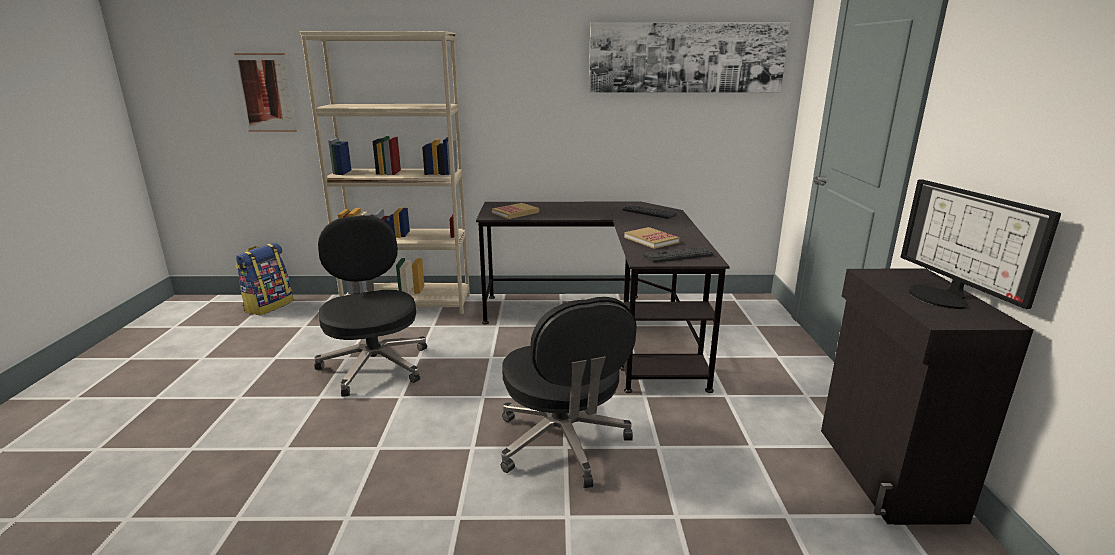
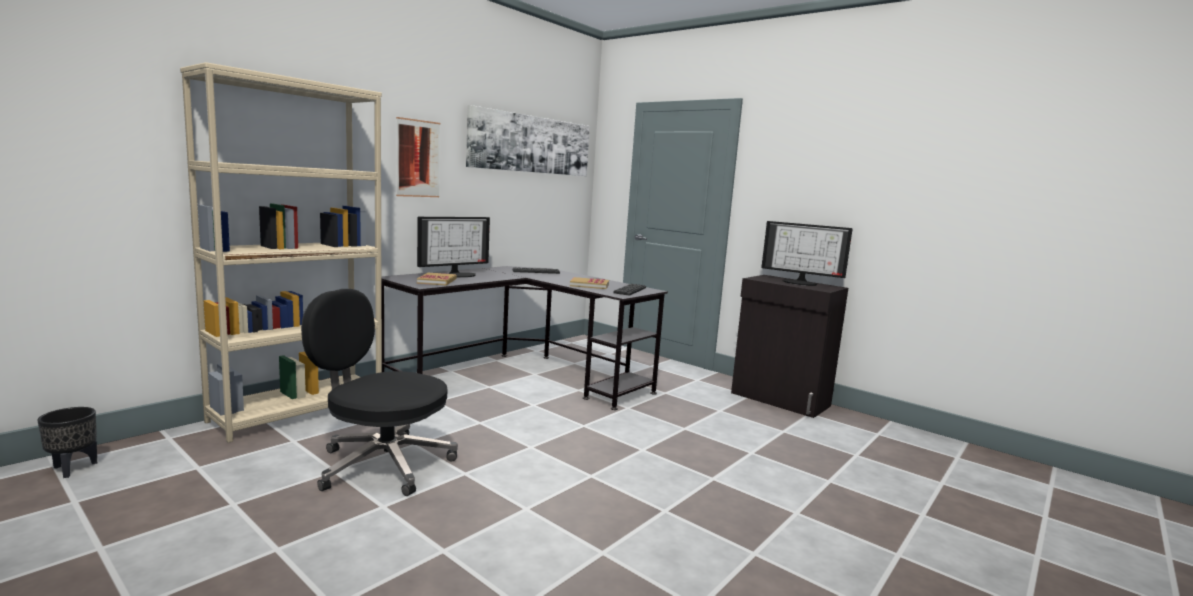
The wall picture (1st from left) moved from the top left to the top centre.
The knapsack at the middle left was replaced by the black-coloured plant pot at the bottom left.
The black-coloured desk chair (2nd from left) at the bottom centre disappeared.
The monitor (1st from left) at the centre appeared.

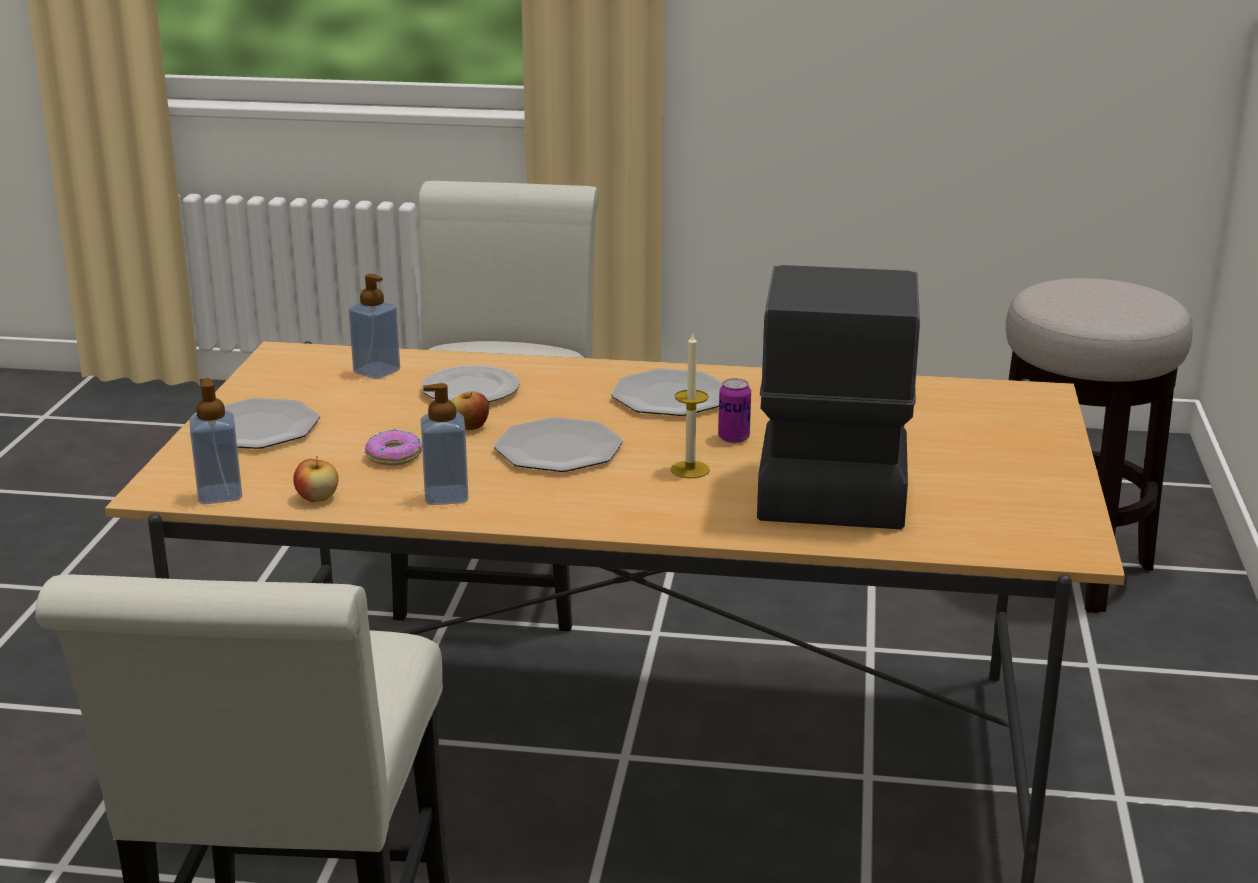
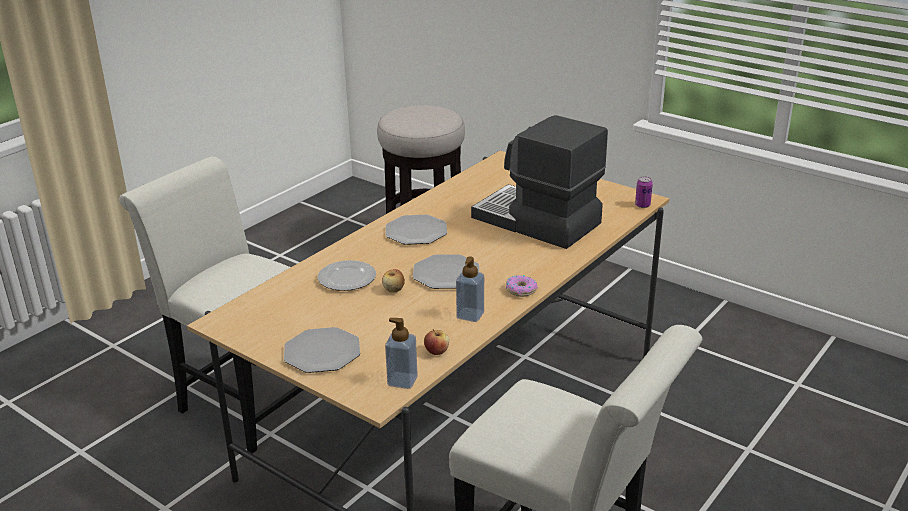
The liquid soap bottle (2nd from left) at the middle left disappeared.
The candle at the centre disappeared.
The sealed can moved from the centre to the middle right.
The doughnut moved from the middle left to the centre.

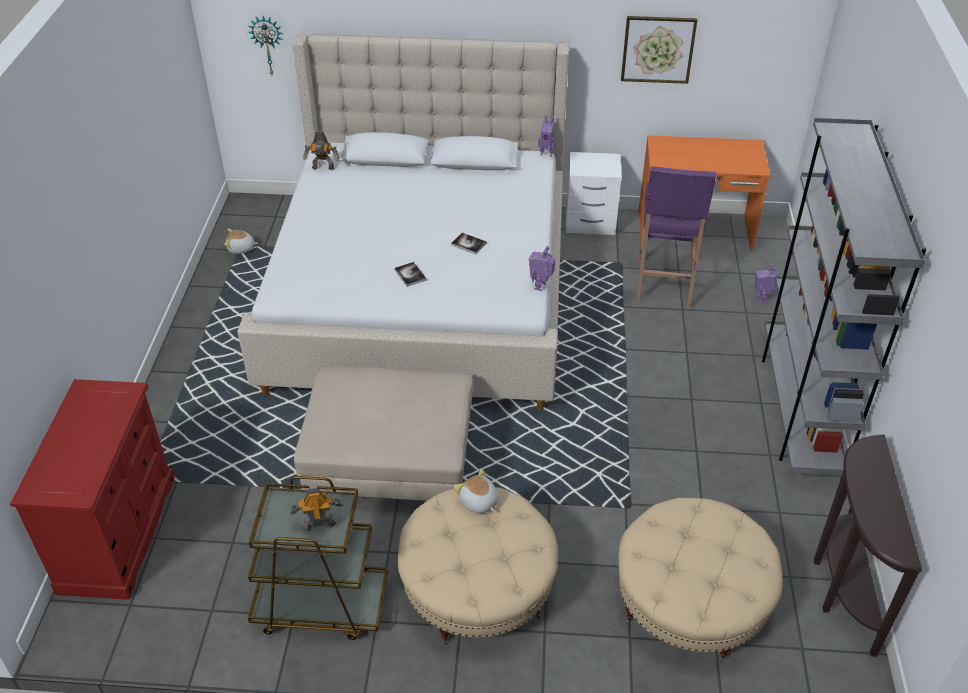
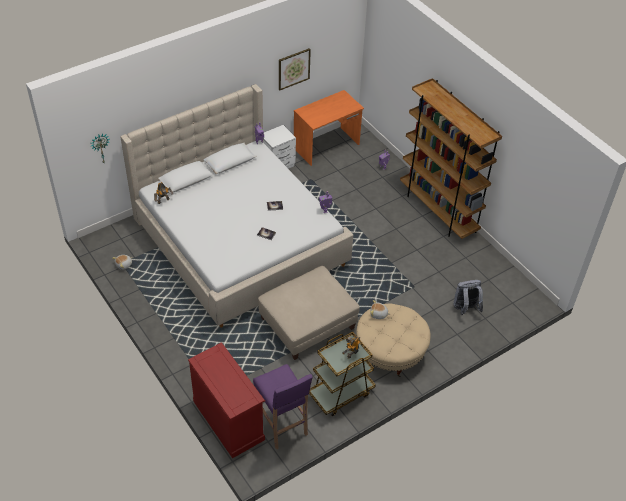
The grey bookcase at the middle right became the brown bookcase at the top right.
The purple stool moved from the middle right to the bottom centre.
The brown hall table at the bottom right disappeared.
The sand-coloured footrest (3rd from left) at the bottom right was replaced by the grey knapsack at the middle right.

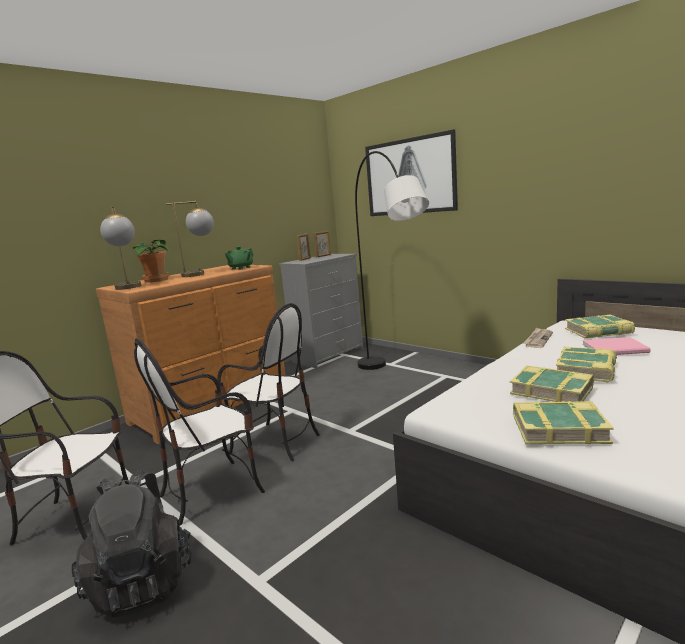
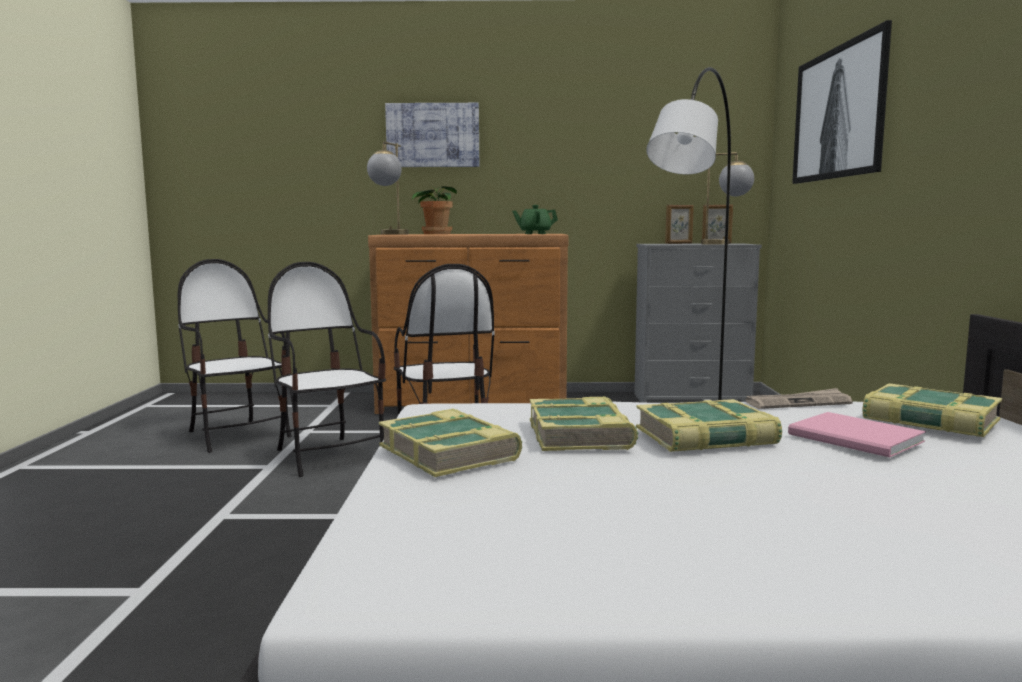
The tabletop lamp (2nd from left) moved from the middle left to the top right.
The upright chair (2nd from left) at the bottom left turned 45 degrees clockwise.
The black-coloured knapsack at the bottom left disappeared.
The wall picture (1st from left) at the top centre appeared.

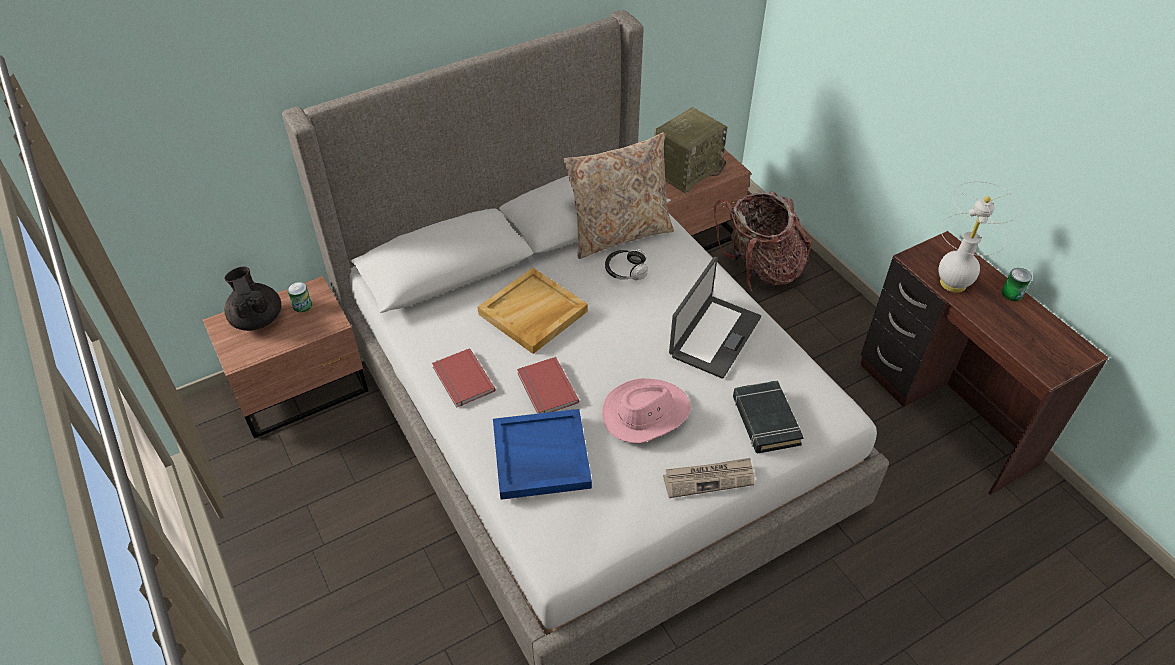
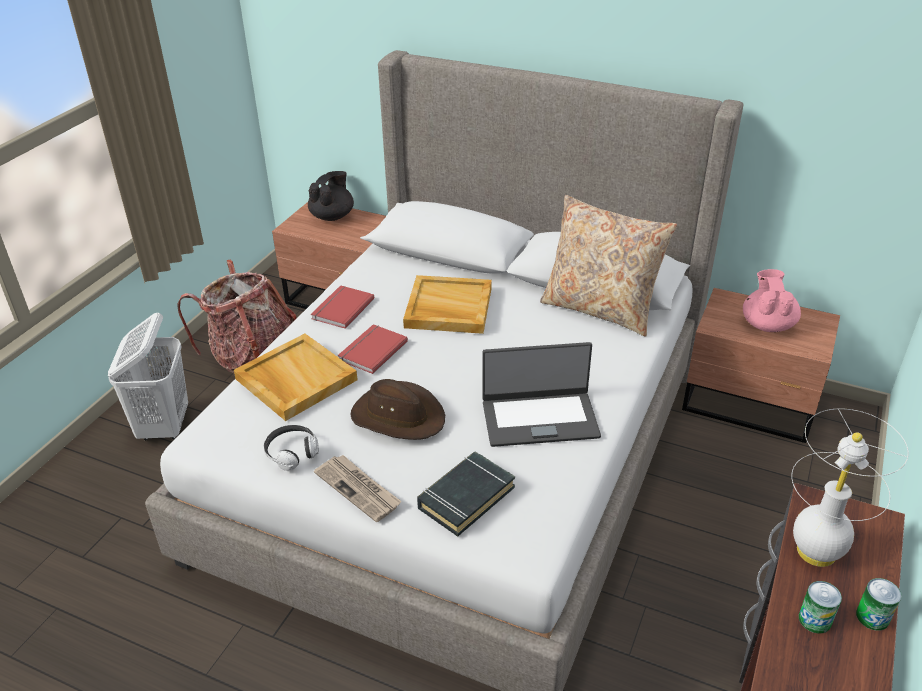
The radio receiver at the top centre was replaced by the pink-coloured pot for tea at the middle right.
The knapsack moved from the centre to the middle left.
The headset moved from the centre to the middle left.
The sealed can (1st from left) moved from the middle left to the bottom right.
The pink-coloured hat at the centre became the brown hat at the centre.
The bluish serving tray at the bottom centre became the sand-coloured serving tray (1st from left) at the middle left.
The whitish laundry basket at the middle left appeared.

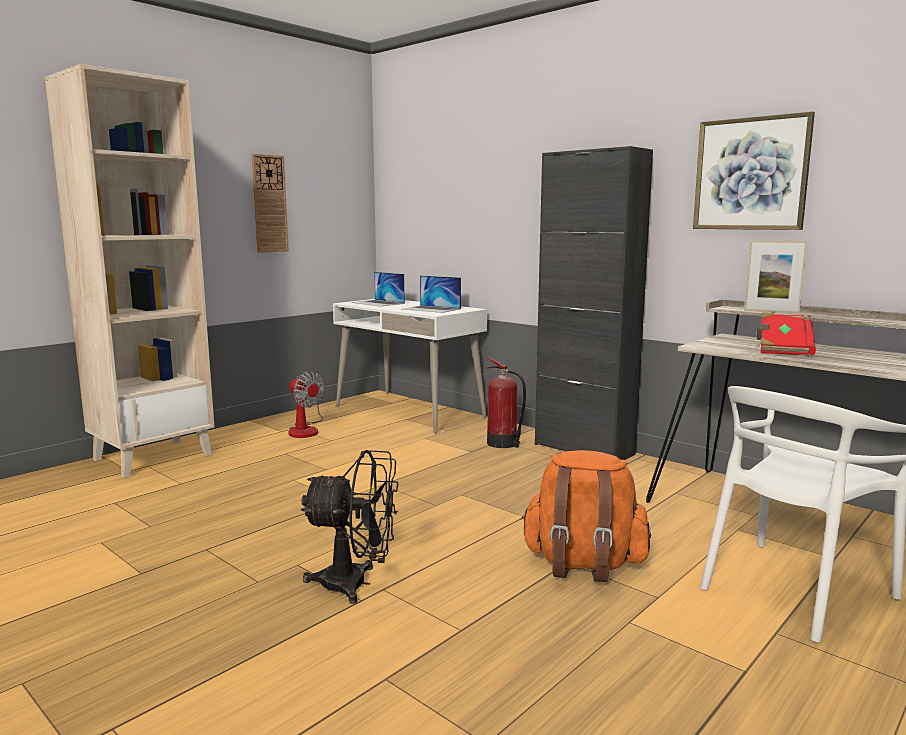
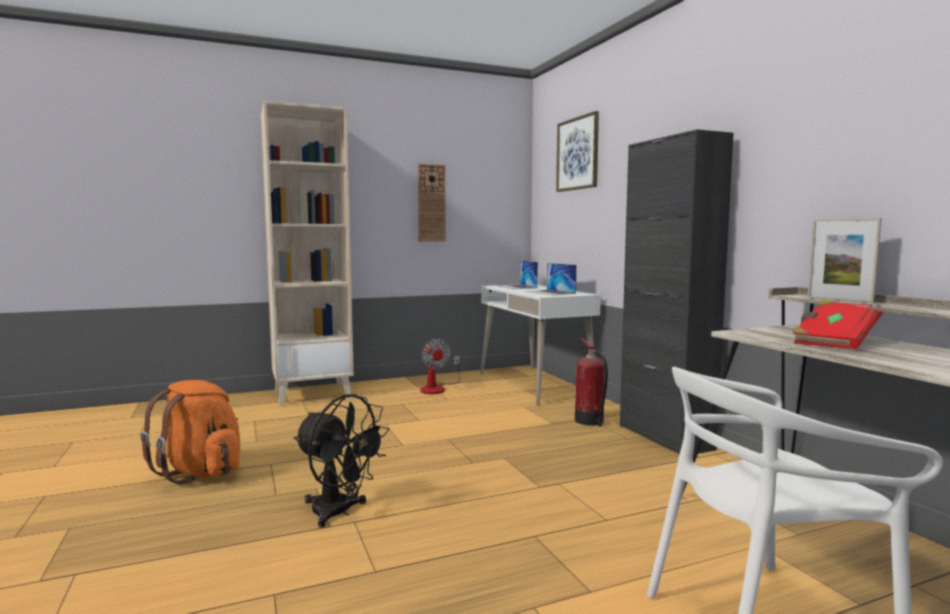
The wall picture moved from the top right to the top centre.
The orangey knapsack moved from the bottom centre to the bottom left.

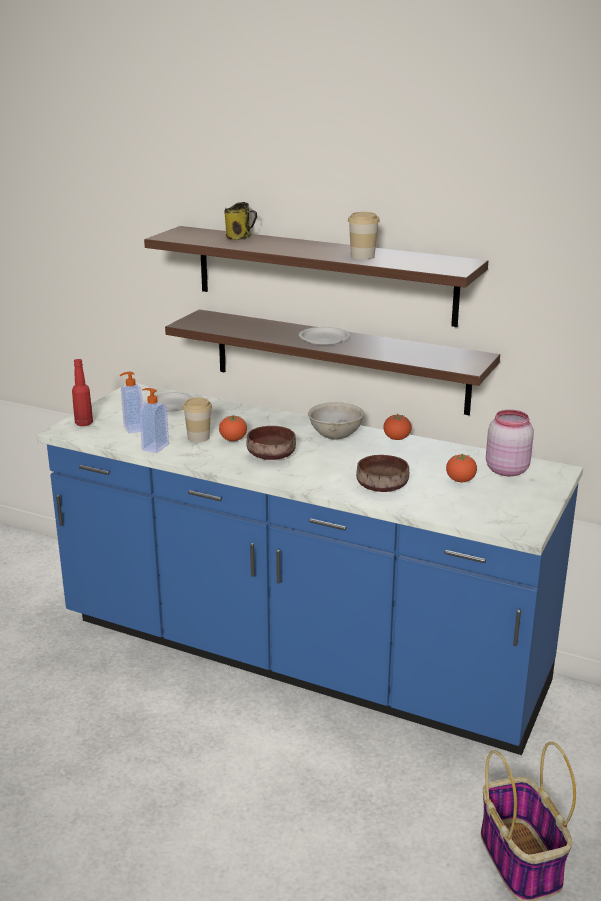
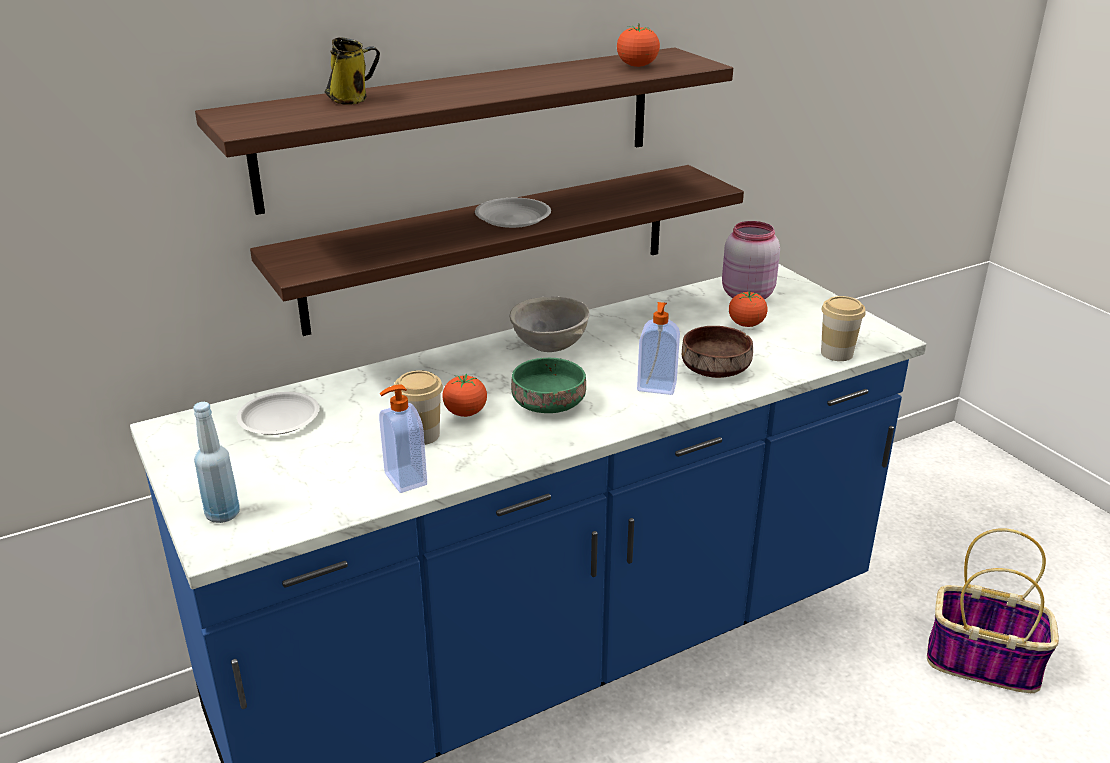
The small cup (2nd from left) moved from the top centre to the middle right.
The reddish beverage bottle at the middle left became the bluish beverage bottle at the middle left.
The liquid soap bottle (1st from left in the first image) moved from the middle left to the centre.
The whole tomato (2nd from left) moved from the centre to the top centre.
The brown deep dish (1st from left) at the centre became the green deep dish at the centre.

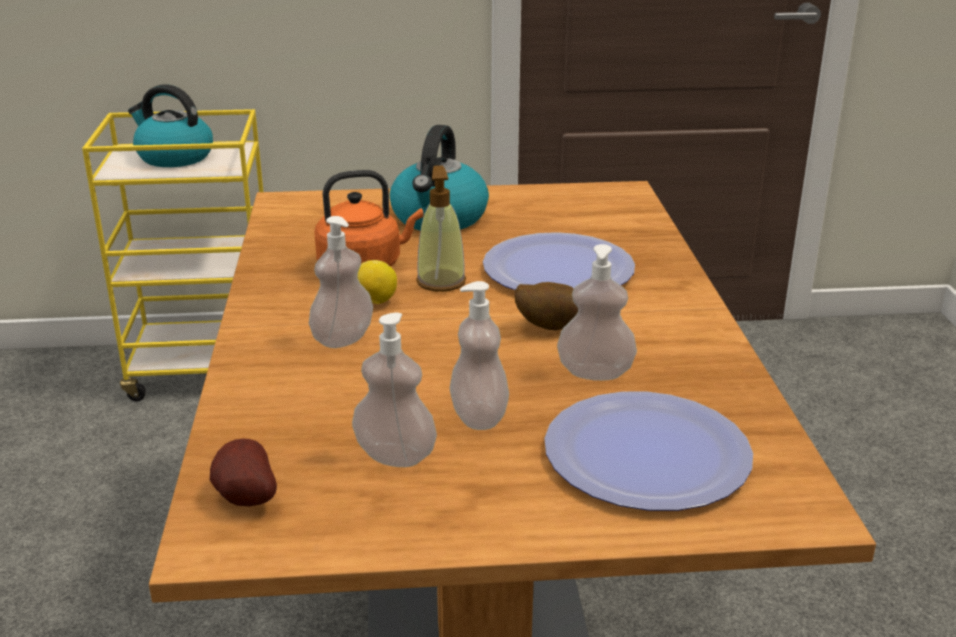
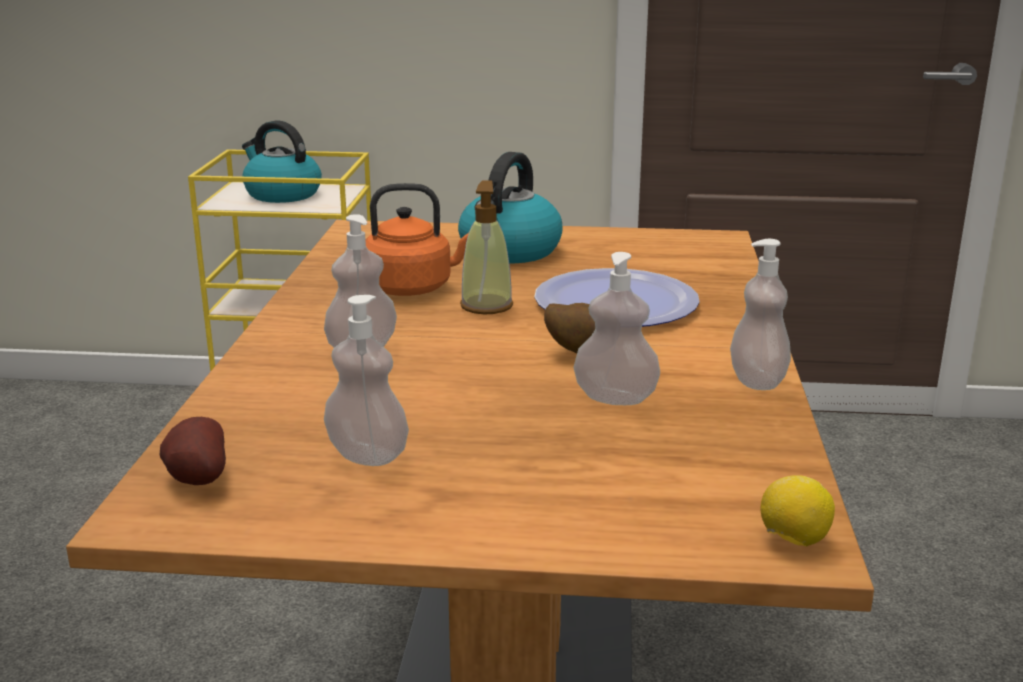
The whole lemon moved from the centre to the bottom right.
The liquid soap bottle (4th from left in the first image) moved from the centre to the middle right.
The flat dish (2nd from left) at the bottom right disappeared.

